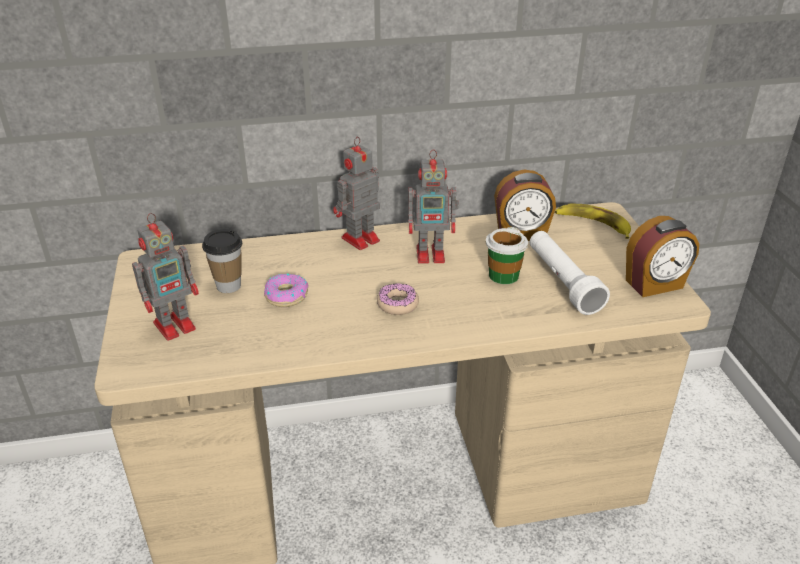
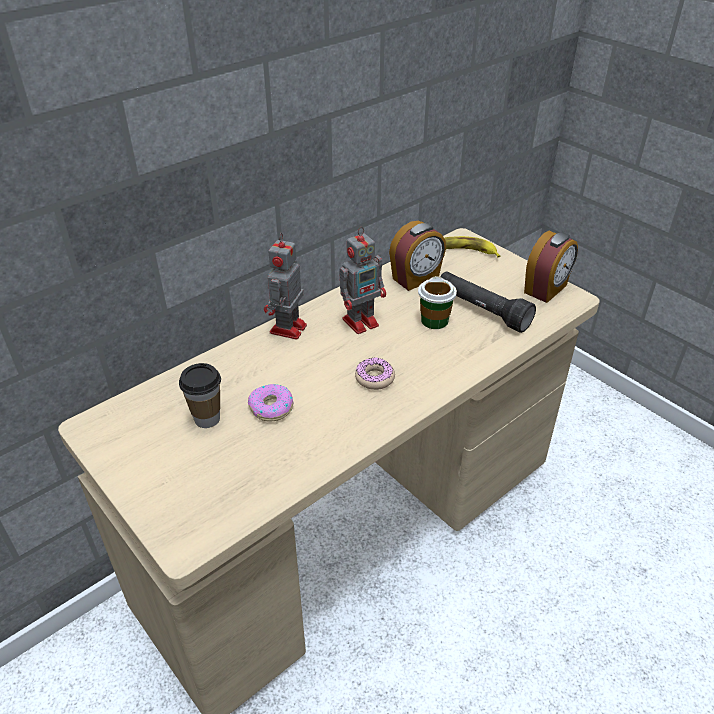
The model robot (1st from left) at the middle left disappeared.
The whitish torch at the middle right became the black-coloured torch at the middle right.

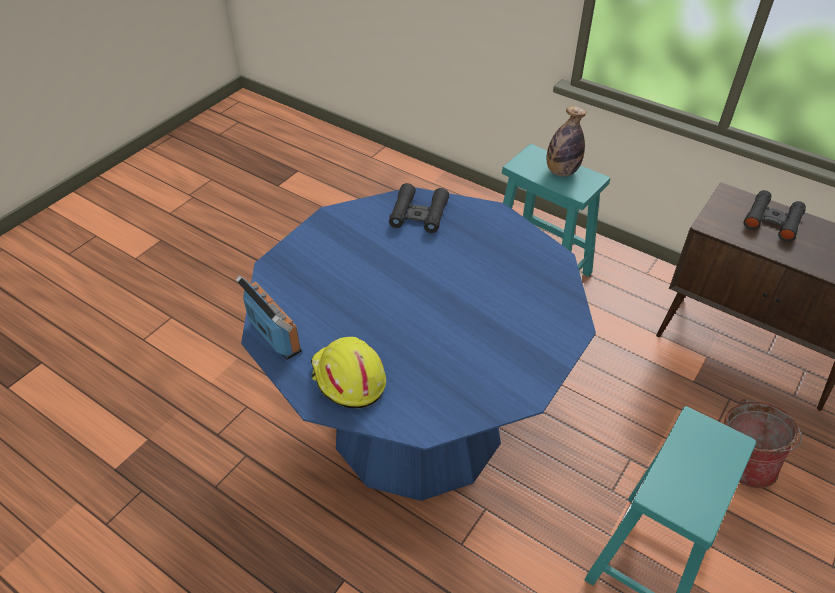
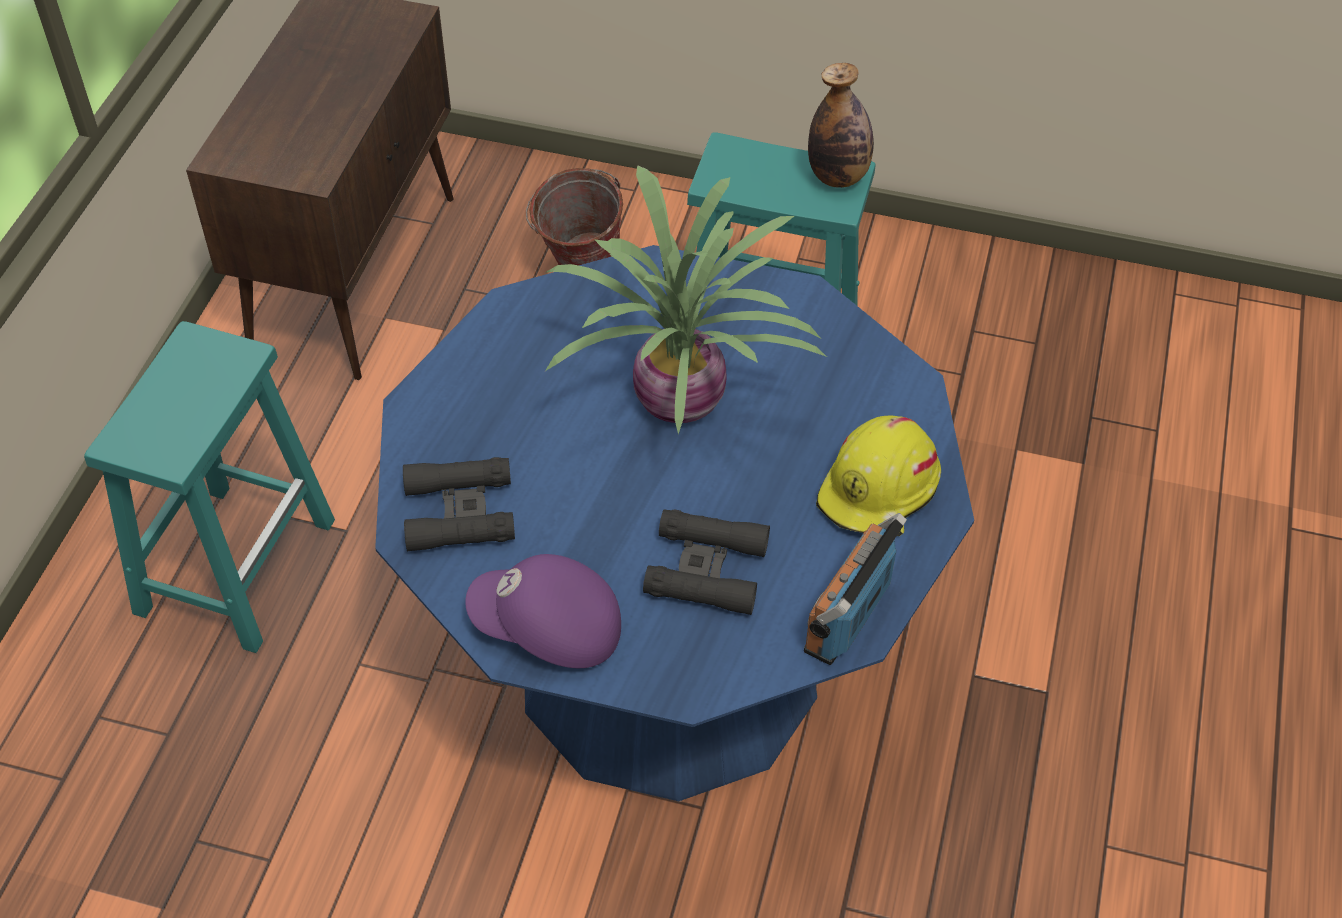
The beverage bottle moved from the top right to the top centre.
The black-coloured binoculars (2nd from left) moved from the middle right to the centre.
The potted plant at the top centre appeared.
The purple cap at the centre appeared.

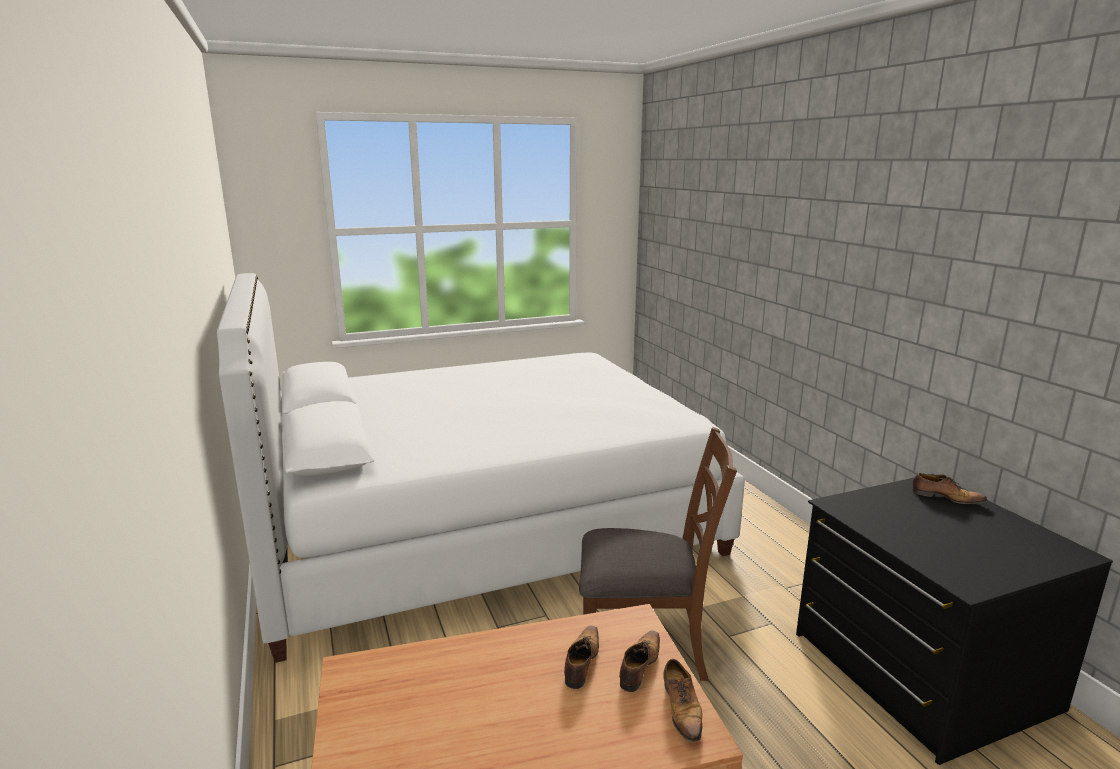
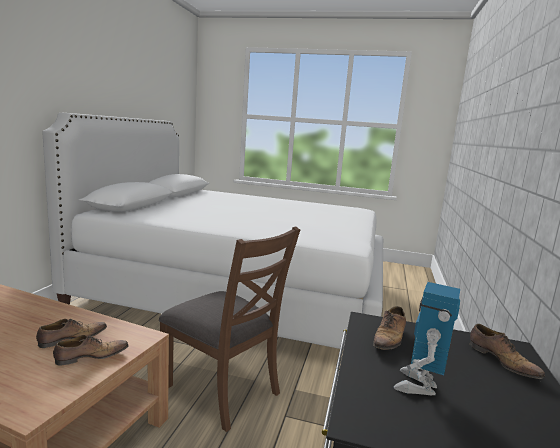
The item of footwear (3rd from left) moved from the bottom centre to the bottom right.
The model robot at the bottom right appeared.

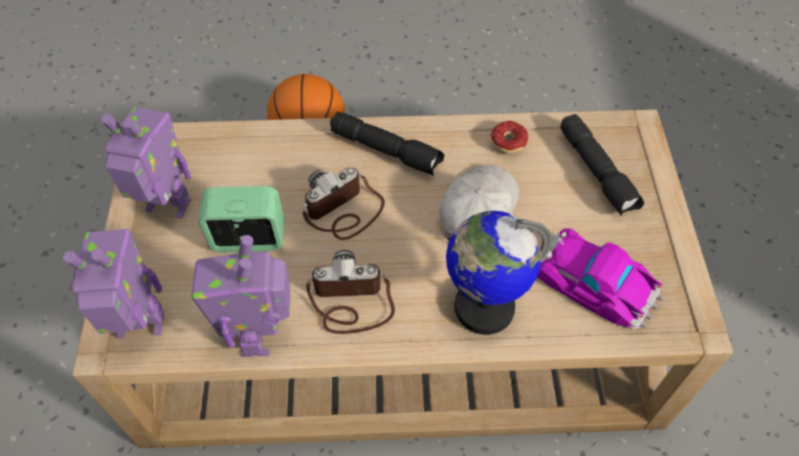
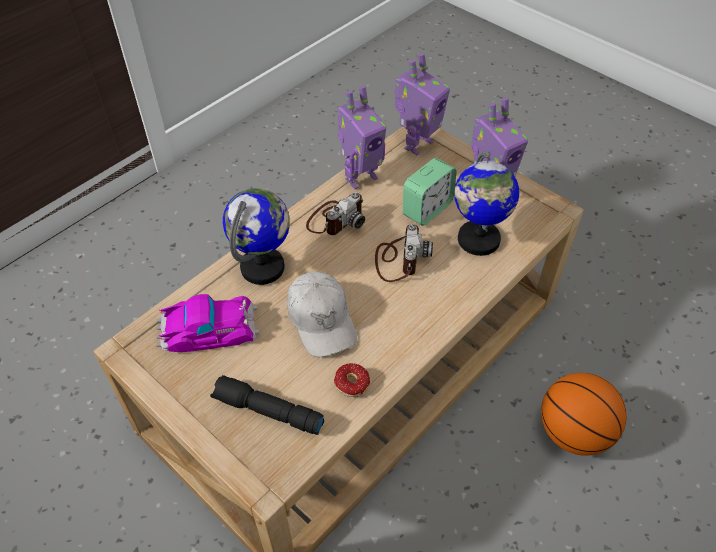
The black-coloured torch (1st from left) at the top centre disappeared.
The model robot (3rd from left in the first image) at the middle left turned 105 degrees clockwise.
The desk globe (2nd from left) at the middle right appeared.

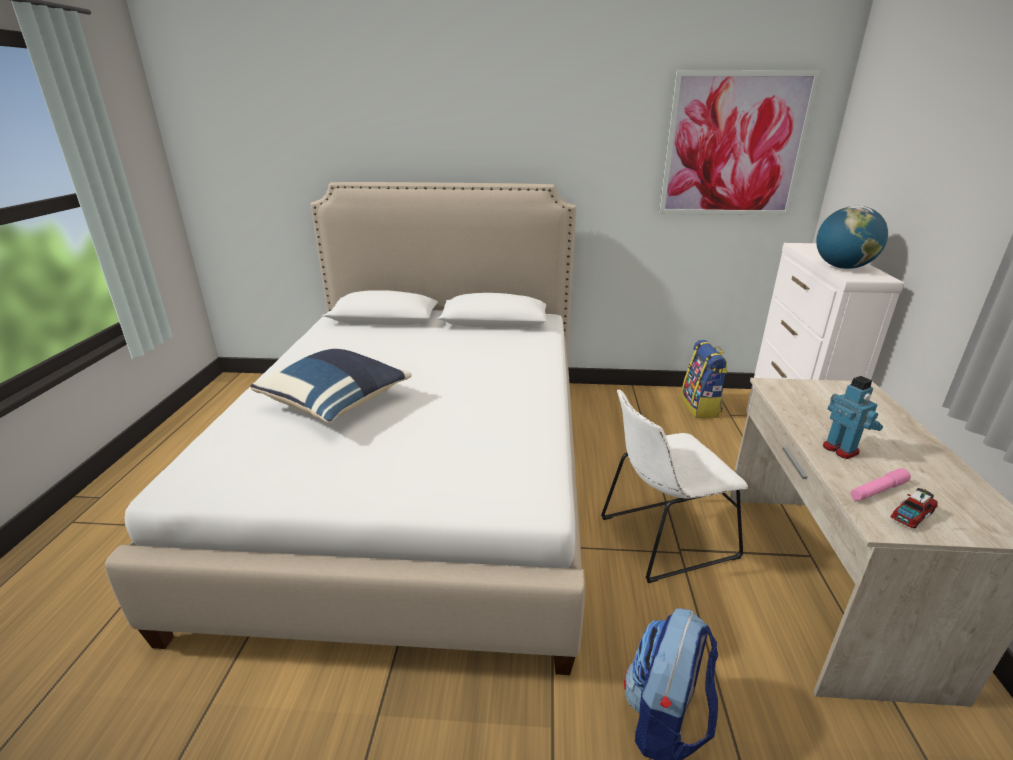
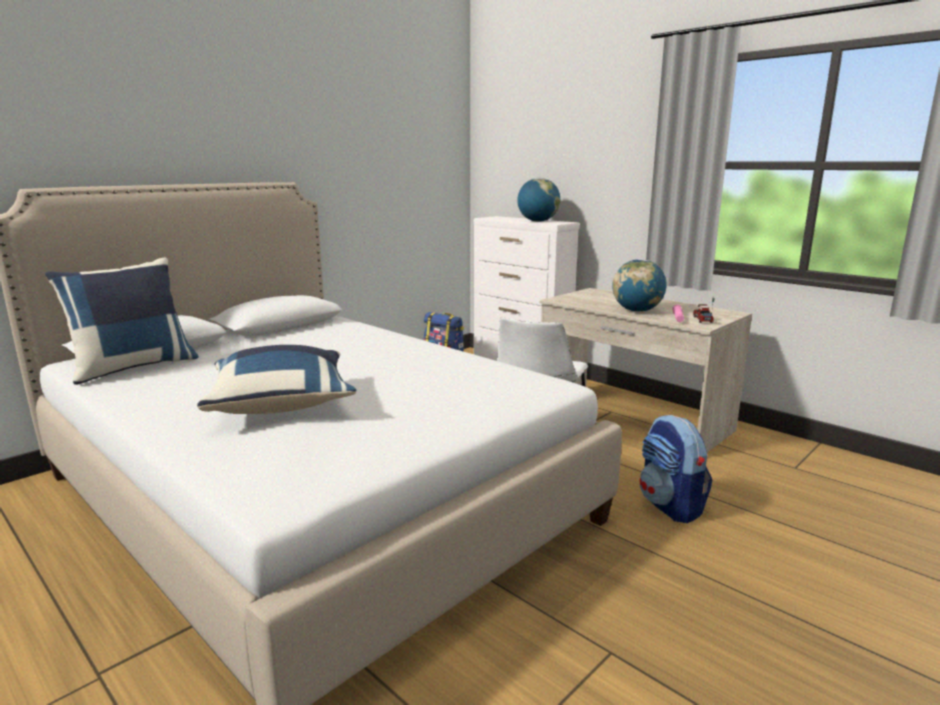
The wall picture at the top right disappeared.
The model robot at the middle right was replaced by the desk globe (2nd from left) at the middle right.
The bluish cushion (1st from left) at the middle left appeared.

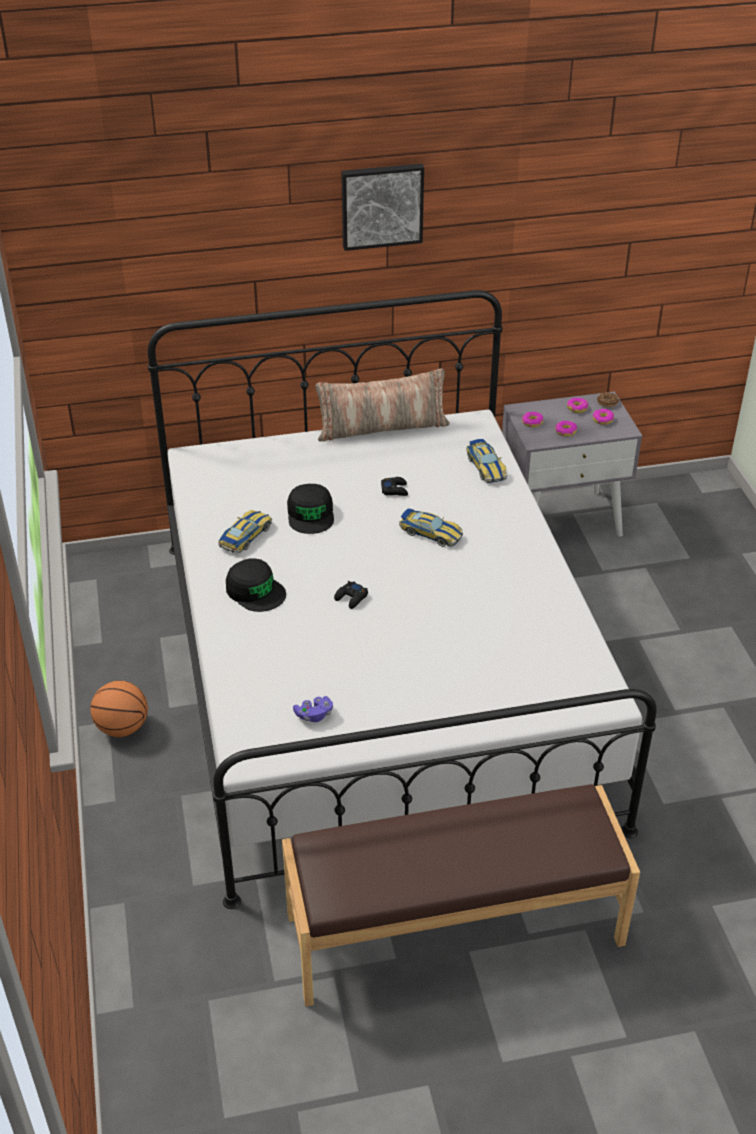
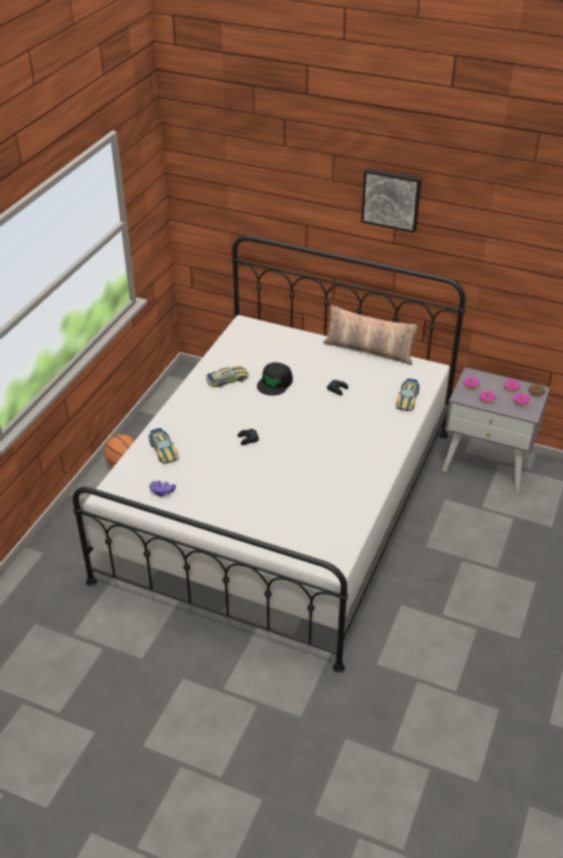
The toy car (2nd from left in the first image) moved from the centre to the middle left.
The black-coloured cap (1st from left) at the centre disappeared.
The brown bench at the bottom centre disappeared.

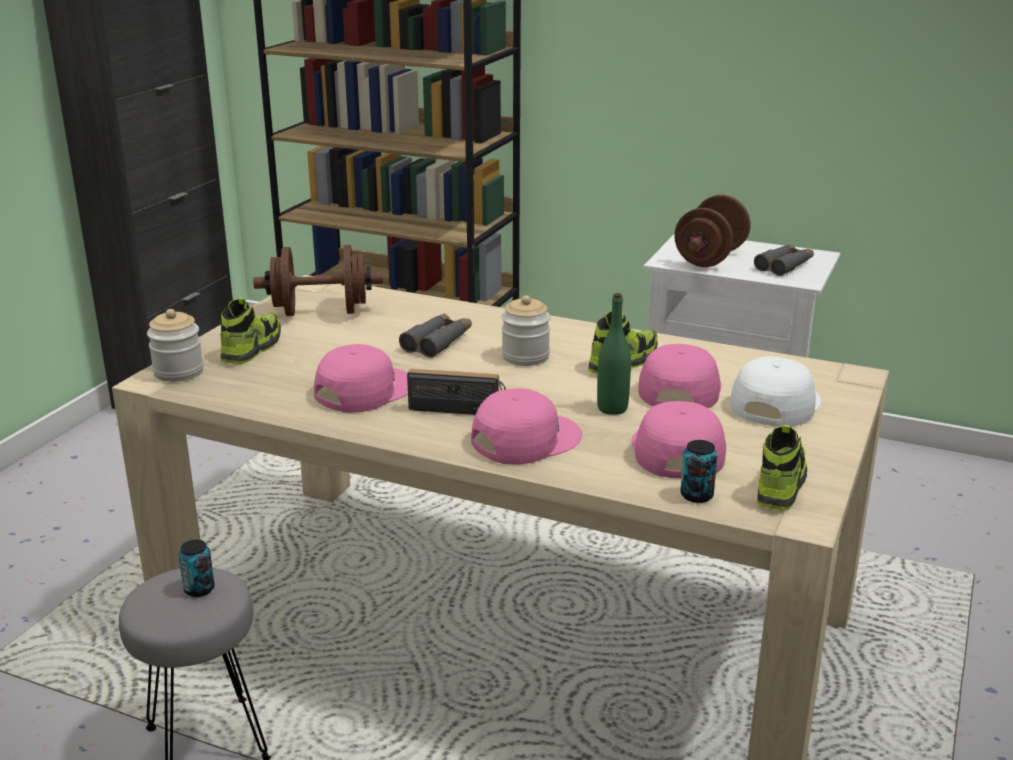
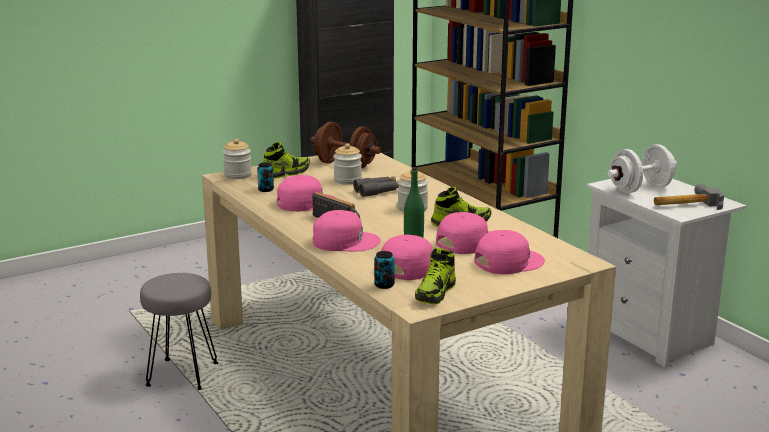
The brown free weight (2nd from left) at the top right became the whitish free weight at the middle right.
The grey binoculars (2nd from left) at the middle right was replaced by the tool hammer at the middle right.
The whitish cap at the middle right became the pink-coloured cap (5th from left) at the centre.
The item of footwear (3rd from left in the first image) at the middle right turned 150 degrees clockwise.
The sealed can (1st from left) moved from the bottom left to the centre.
The jar (2nd from left) at the centre appeared.

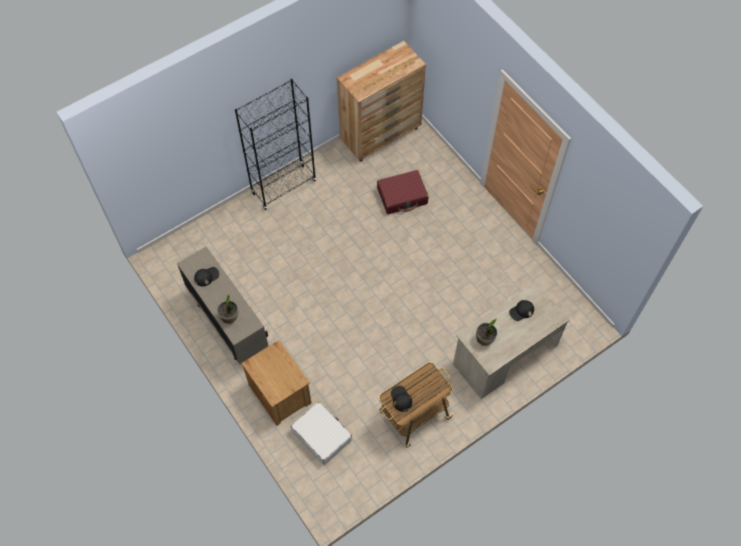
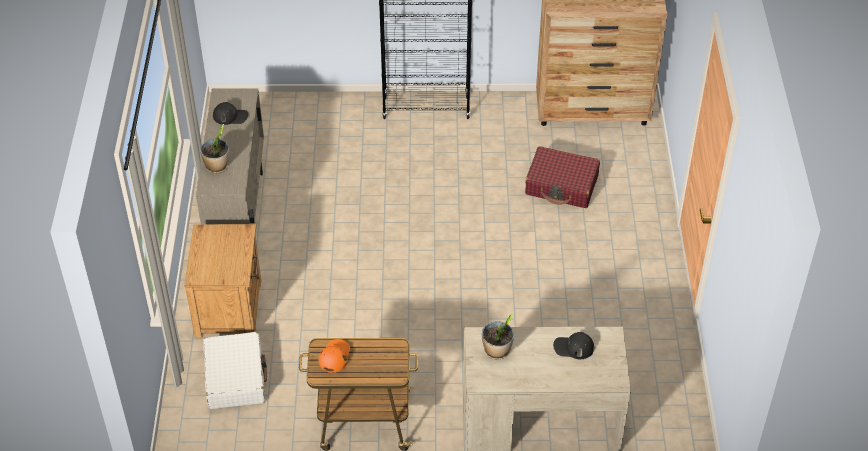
The black-coloured cap (2nd from left) at the bottom centre became the orangey cap at the bottom centre.

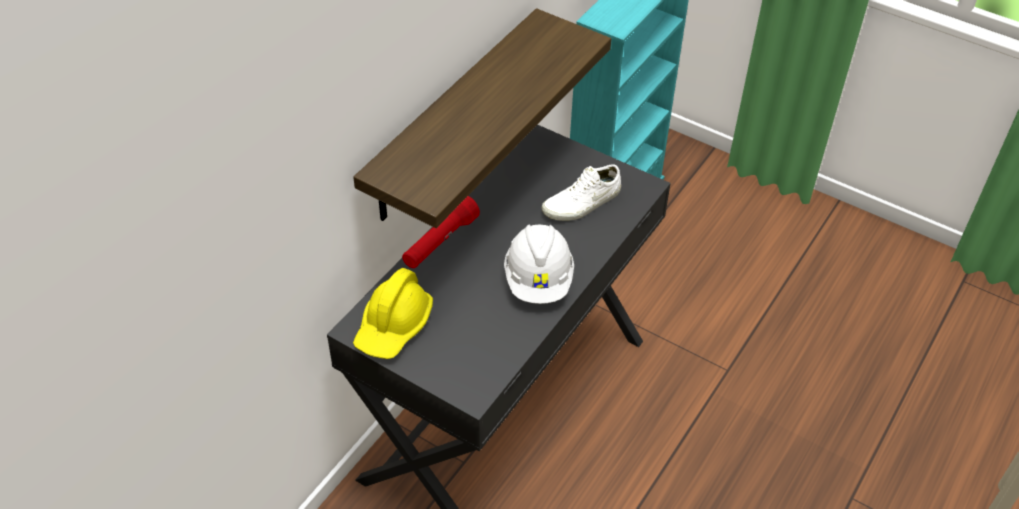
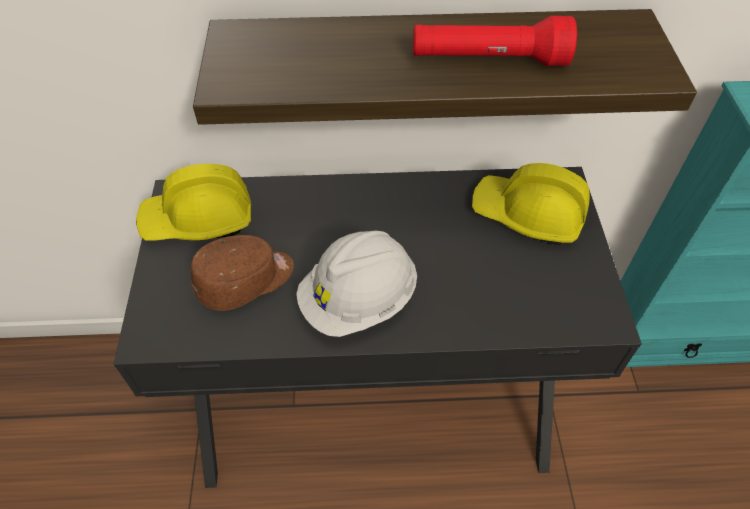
The whitish item of footwear at the centre disappeared.
The reddish torch moved from the centre to the top centre.
The yellowish hard hat (2nd from left) at the middle right appeared.
The brown cap at the middle left appeared.

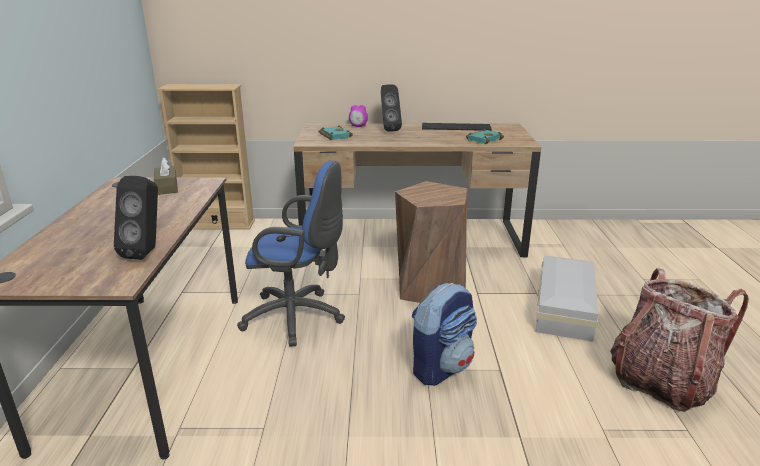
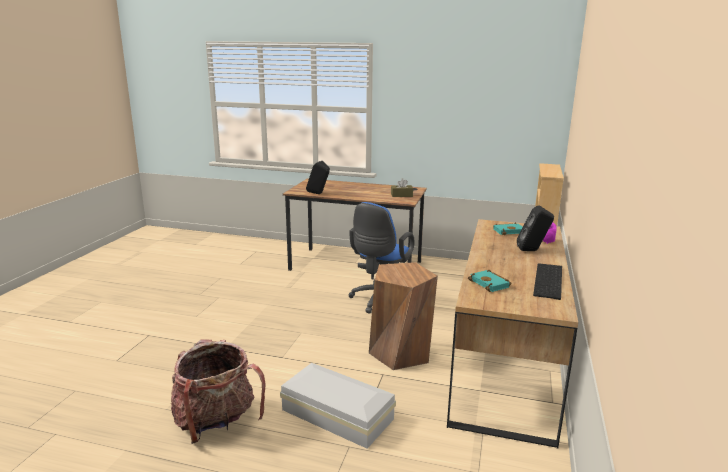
The knapsack (1st from left) at the bottom centre disappeared.

